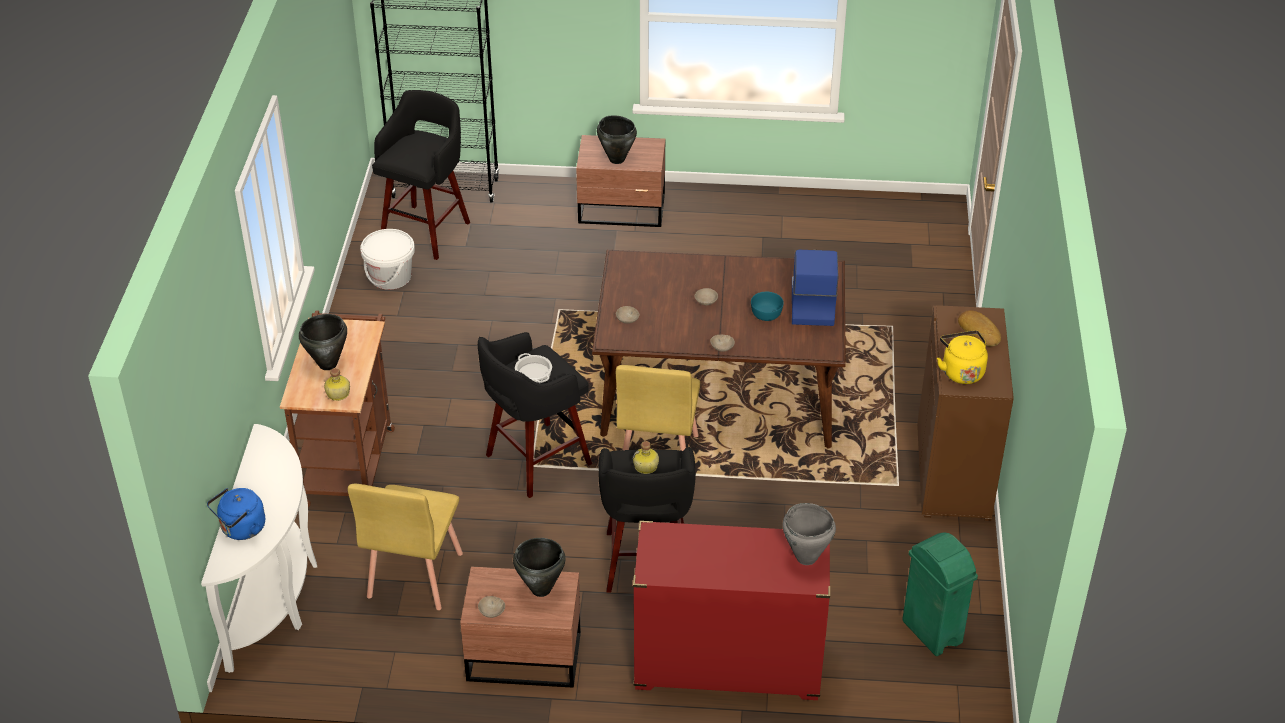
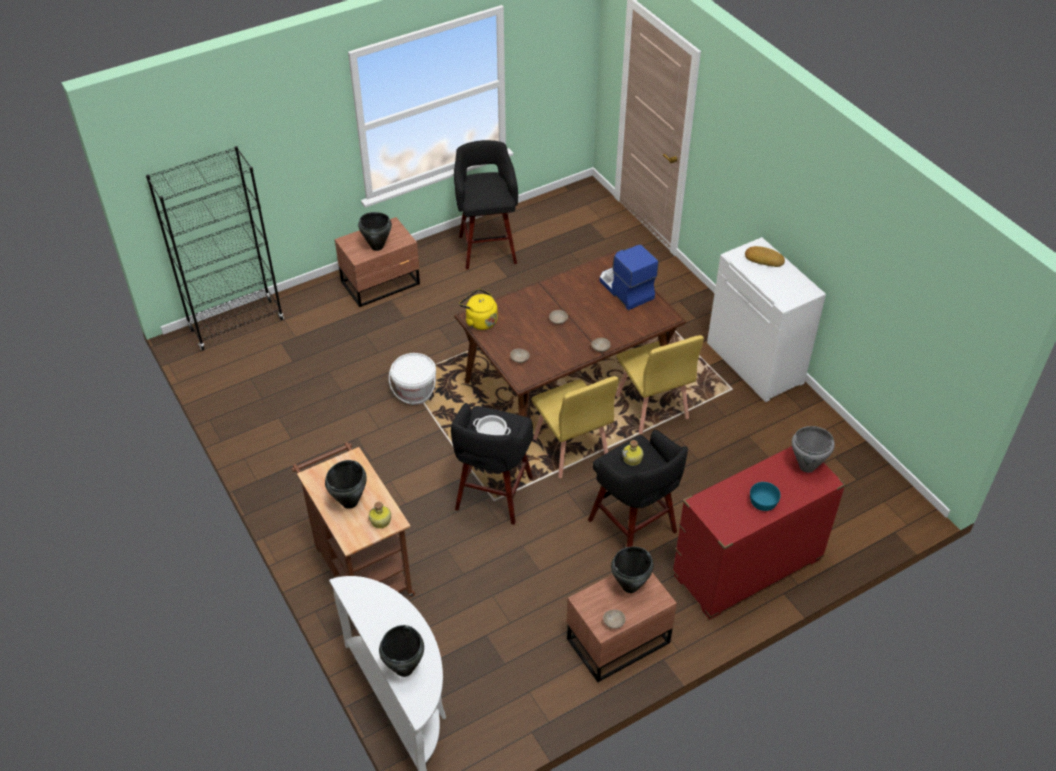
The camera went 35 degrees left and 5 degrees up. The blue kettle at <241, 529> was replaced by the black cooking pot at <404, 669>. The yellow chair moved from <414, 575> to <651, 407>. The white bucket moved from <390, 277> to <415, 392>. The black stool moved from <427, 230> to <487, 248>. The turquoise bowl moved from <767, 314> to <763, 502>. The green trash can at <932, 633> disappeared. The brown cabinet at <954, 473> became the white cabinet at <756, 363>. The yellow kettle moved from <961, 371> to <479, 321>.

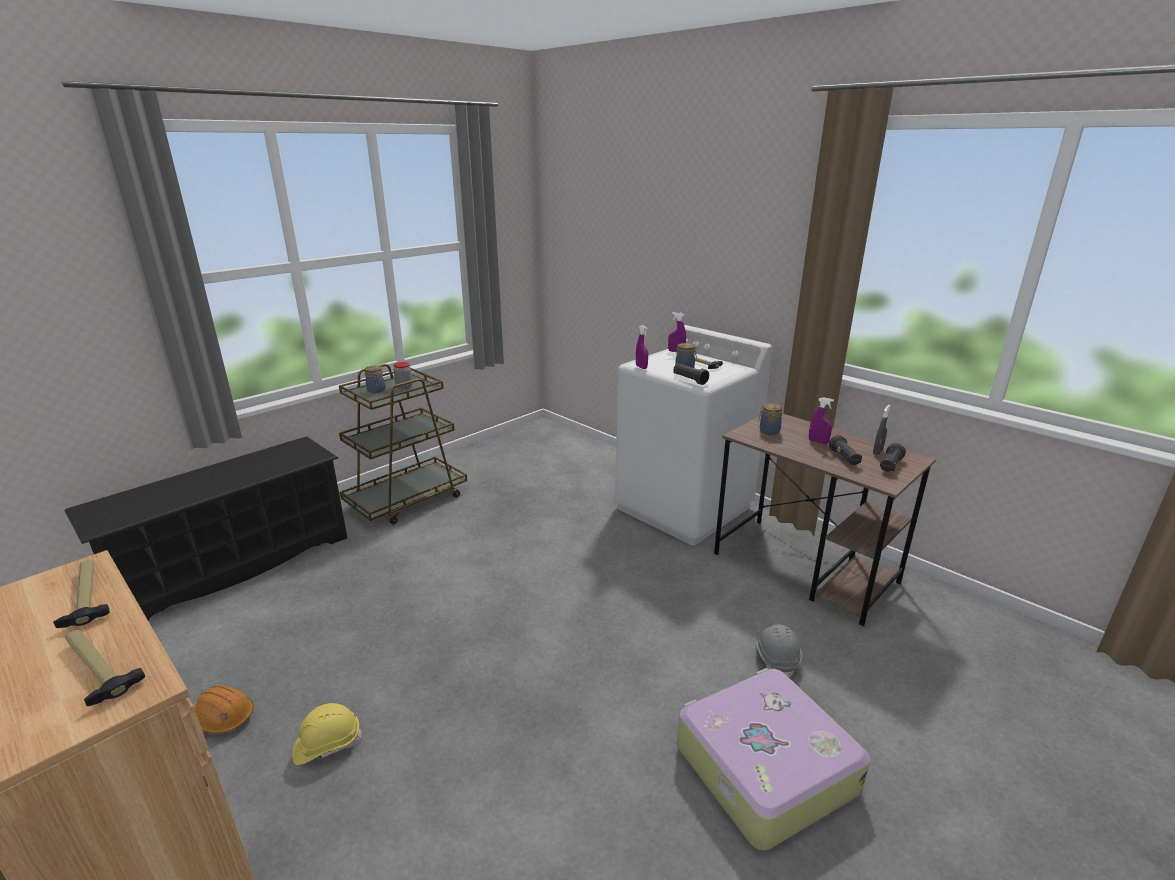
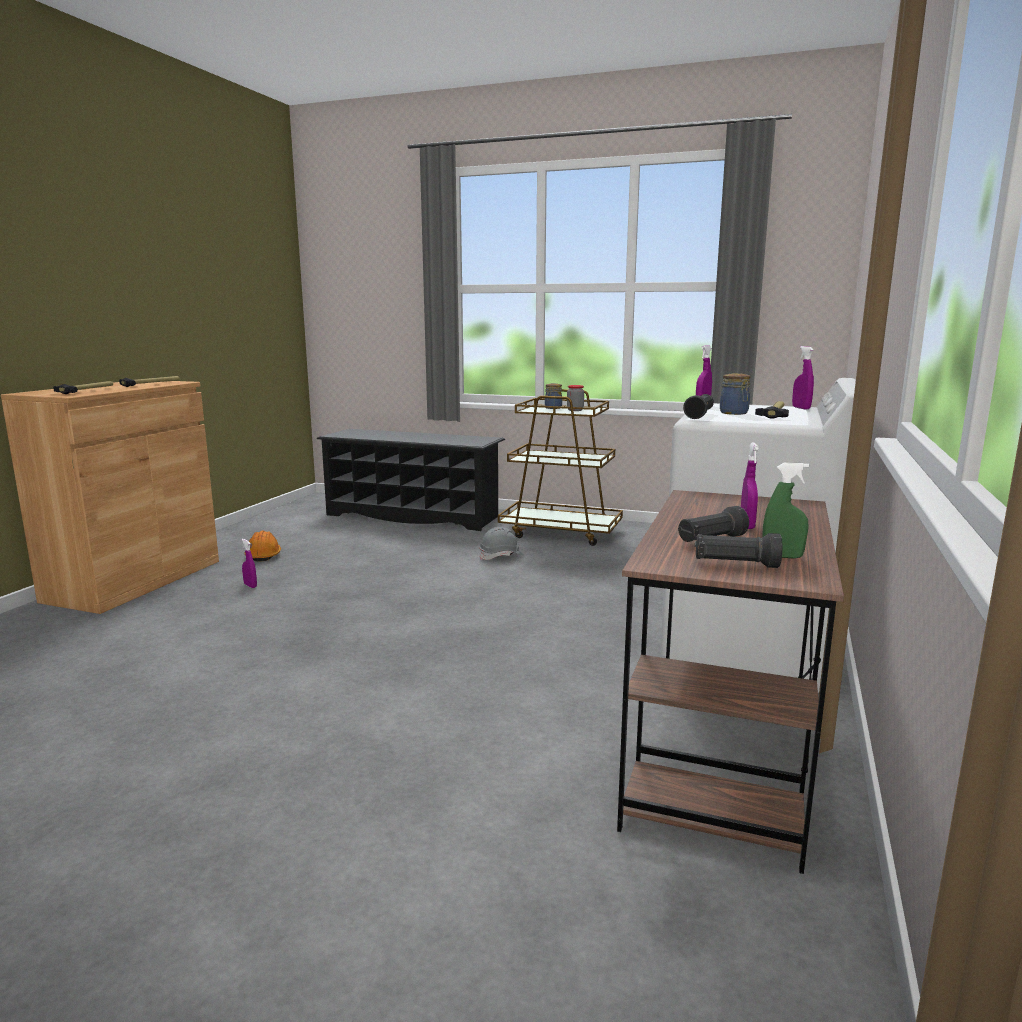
The camera went 65 degrees right and 10 degrees down. The yellow hard hat at <327, 744> was replaced by the purple spray bottle at <250, 586>. The suitcase at <762, 767> disappeared. The grey hard hat moved from <776, 658> to <501, 556>. The jar at <768, 431> disappeared. The grey spray bottle at <877, 452> became the green spray bottle at <782, 556>.

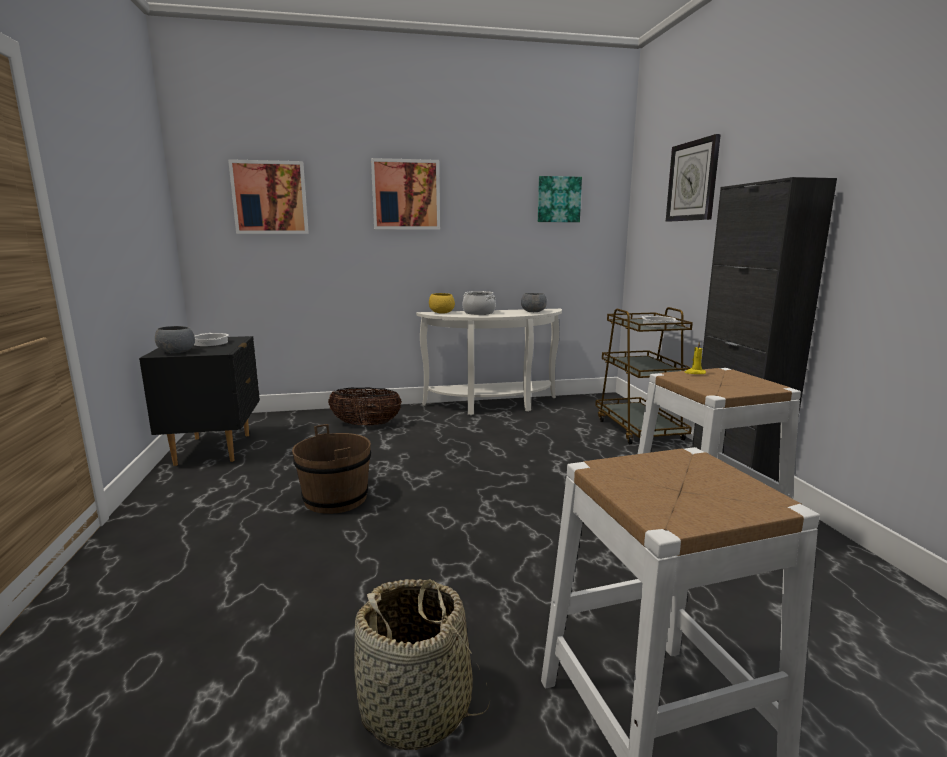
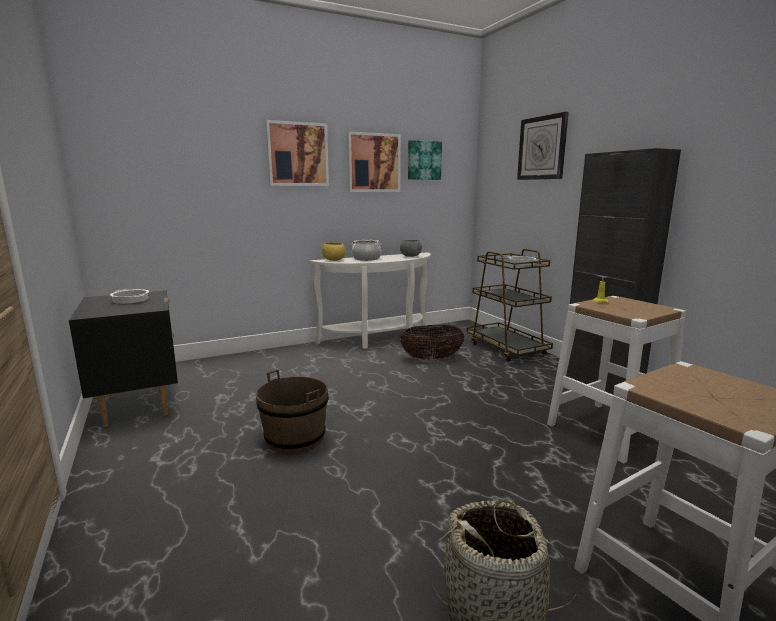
The camera went 15 degrees left and 0 degrees up. The grey bowl at <177, 352> disappeared. The picture moved from <270, 197> to <373, 163>. The basket moved from <366, 425> to <431, 358>.

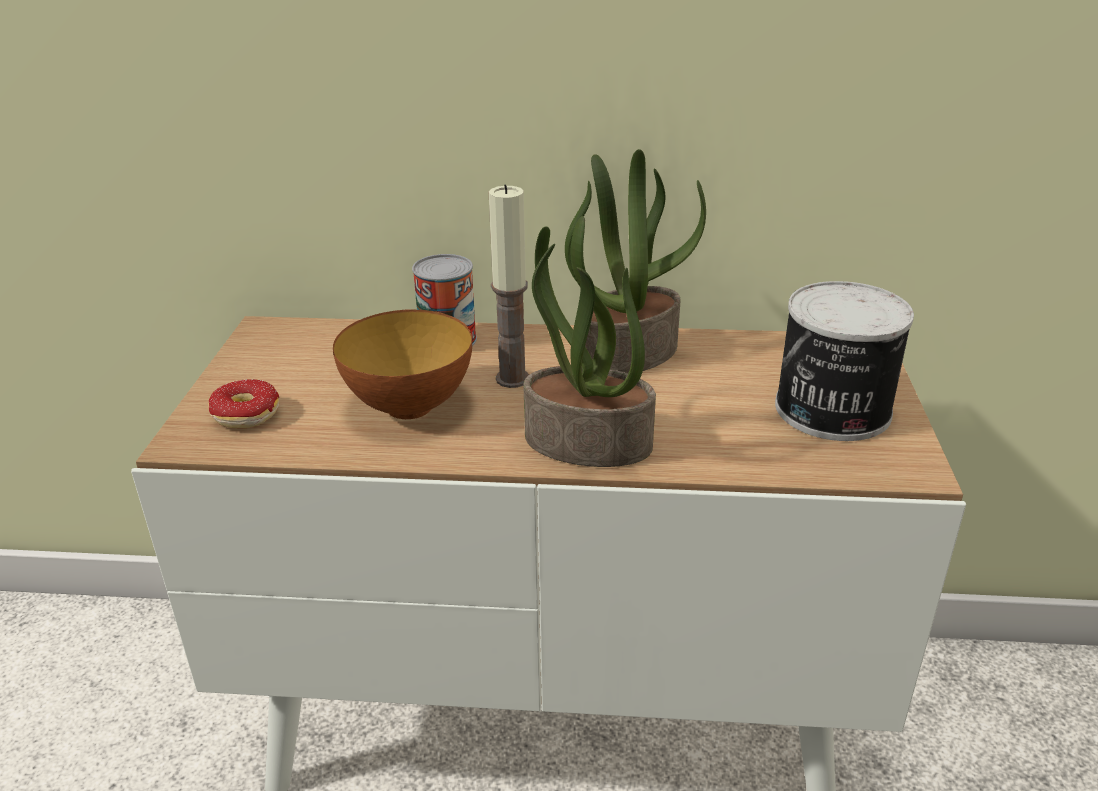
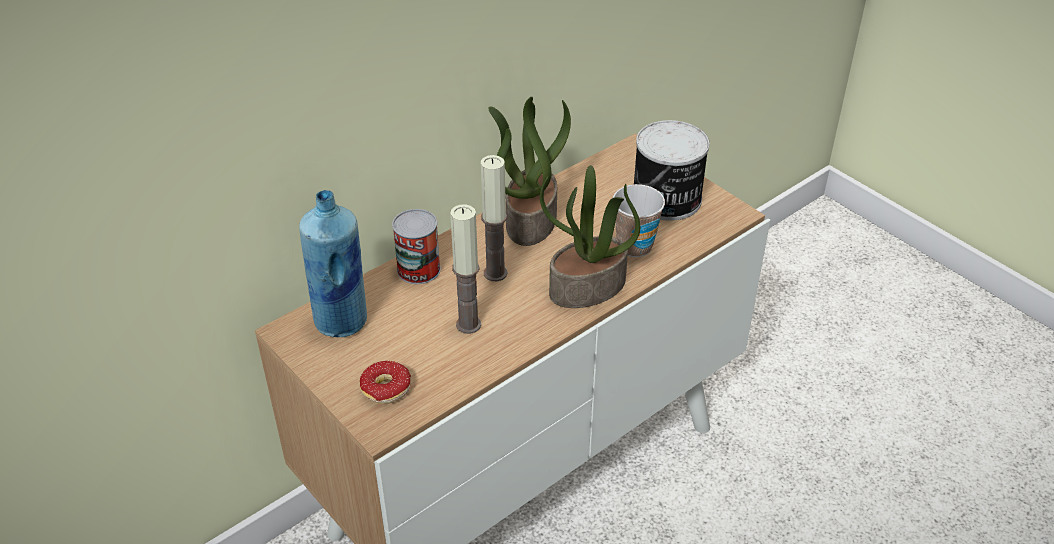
The camera went 45 degrees left and 10 degrees up. The bowl at <409, 406> was replaced by the candle at <468, 324>. The blue bottle at <342, 321> appeared. The cup at <634, 246> appeared.

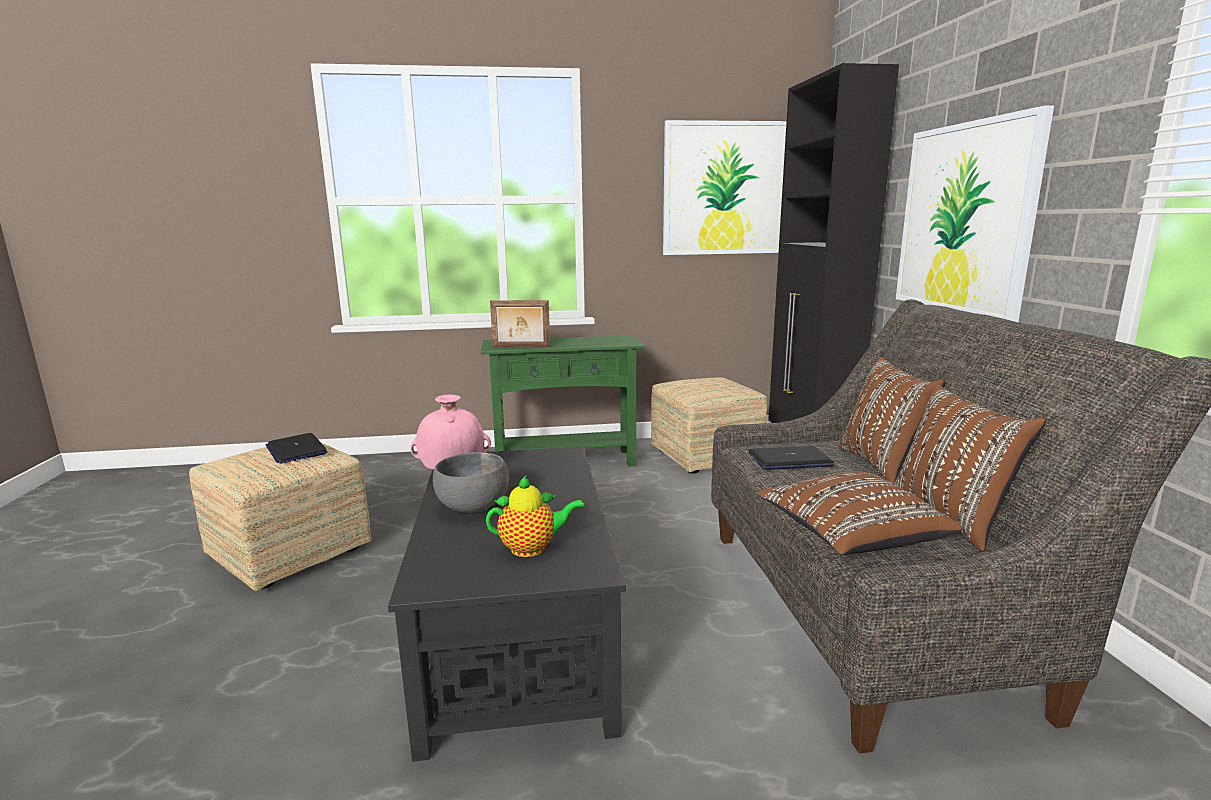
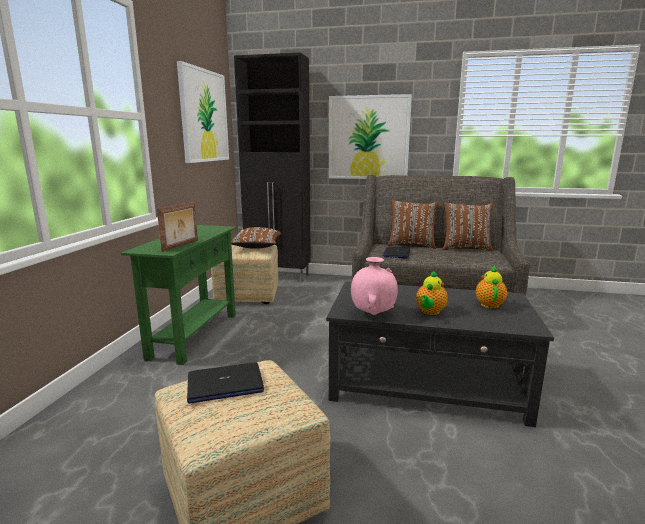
The camera went 70 degrees left and 0 degrees up. The grey bowl at <473, 505> was replaced by the teapot at <430, 312>. The brown pillow moved from <850, 536> to <256, 247>.

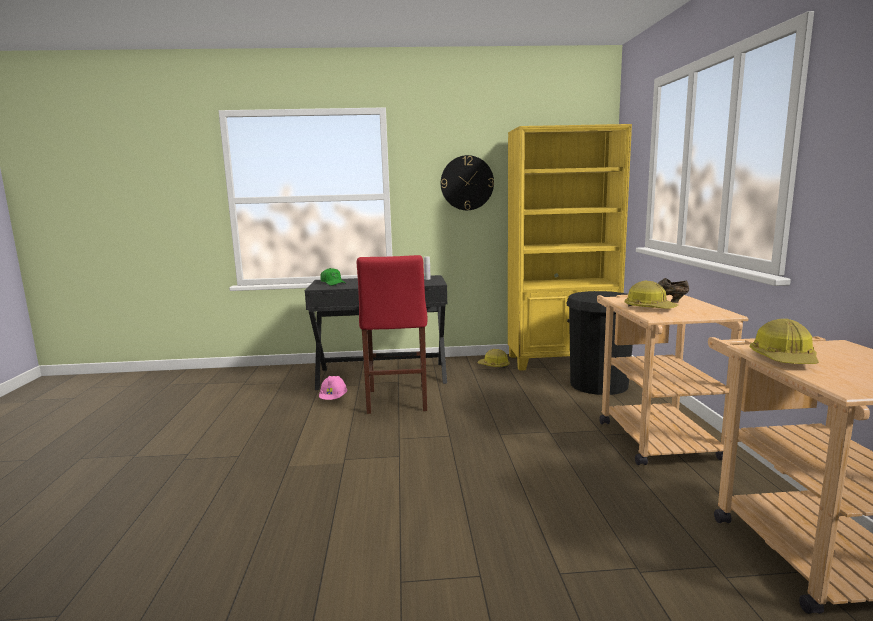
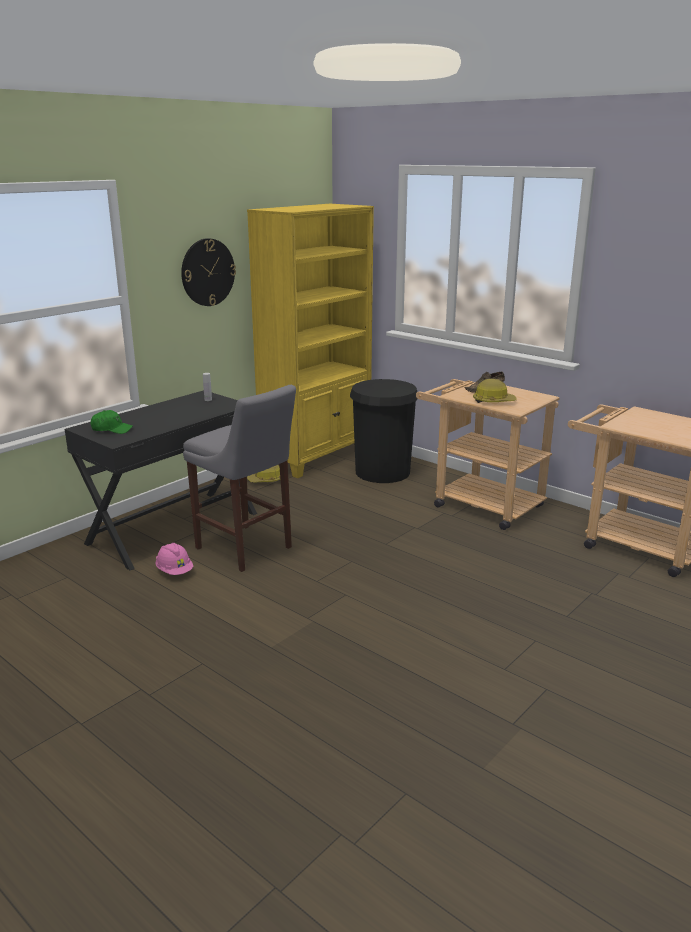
The camera went 45 degrees left and 10 degrees up. The red stool at <396, 402> became the grey stool at <246, 549>. The hard hat at <784, 359> disappeared.

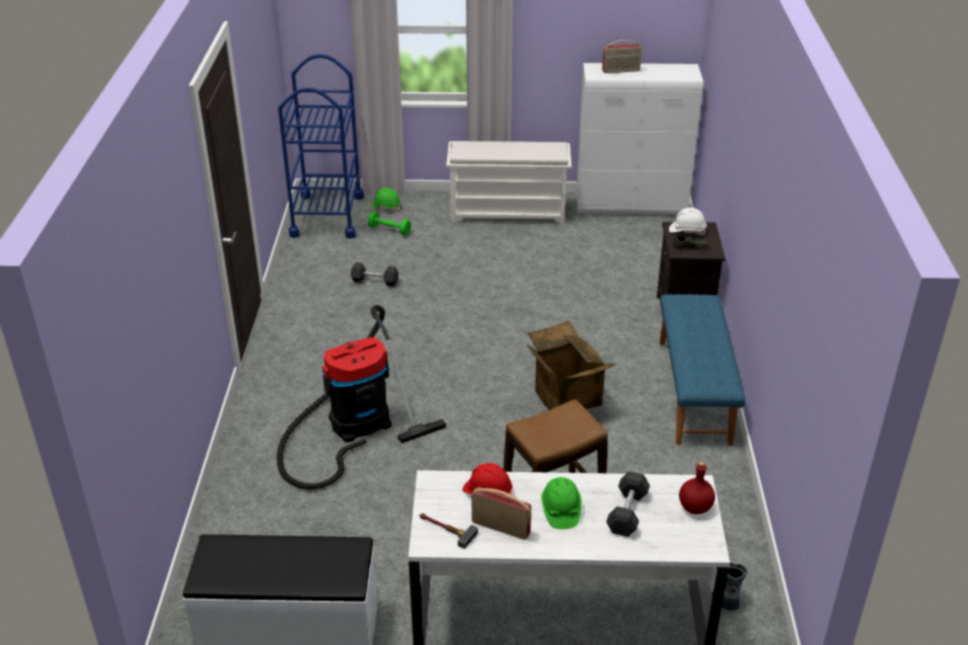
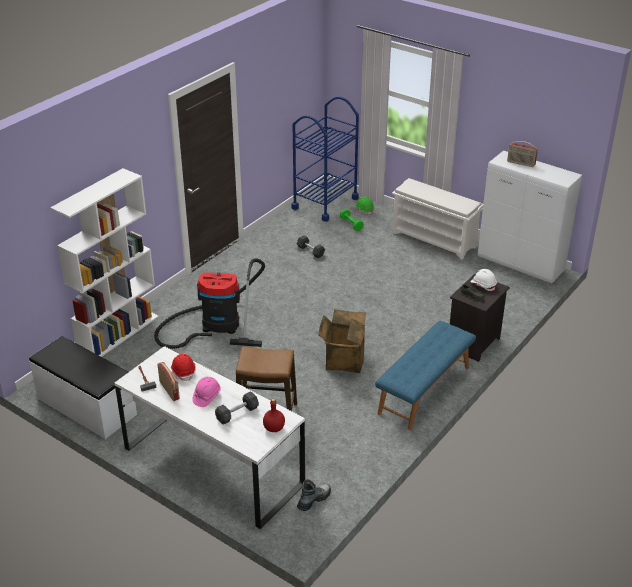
The camera went 35 degrees right and 0 degrees up. The green hard hat at <560, 510> became the pink hard hat at <206, 396>. The white bookcase at <118, 333> appeared.

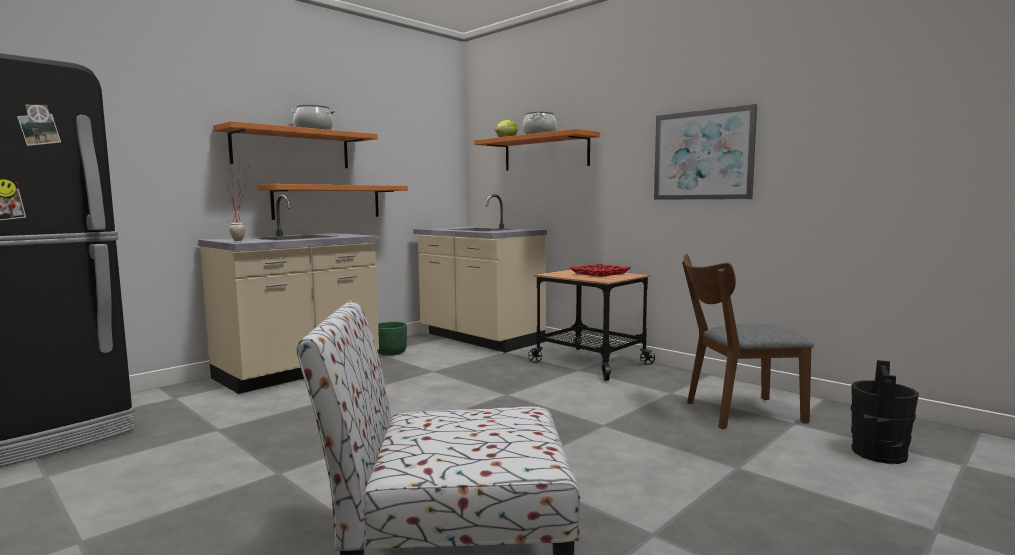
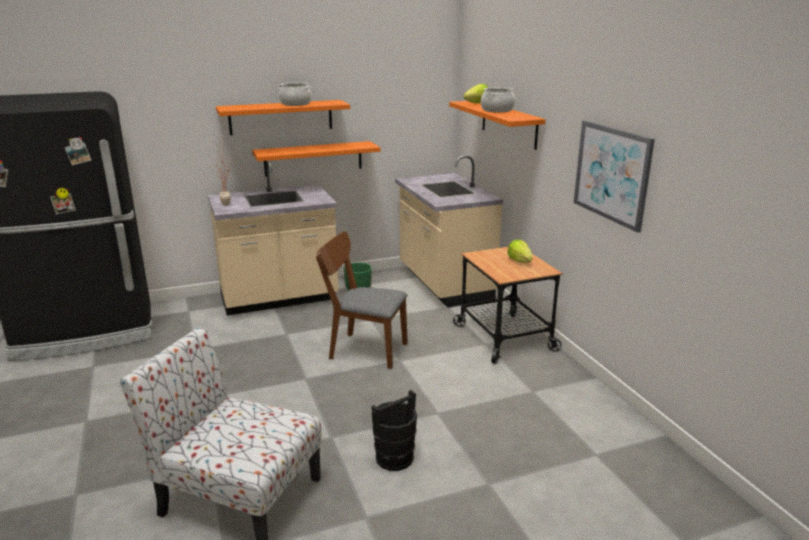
The camera went 25 degrees right and 15 degrees up. The red tray at <599, 273> was replaced by the lettuce at <520, 261>. The brown chair moved from <736, 412> to <362, 349>. The black bucket moved from <879, 453> to <395, 458>.

